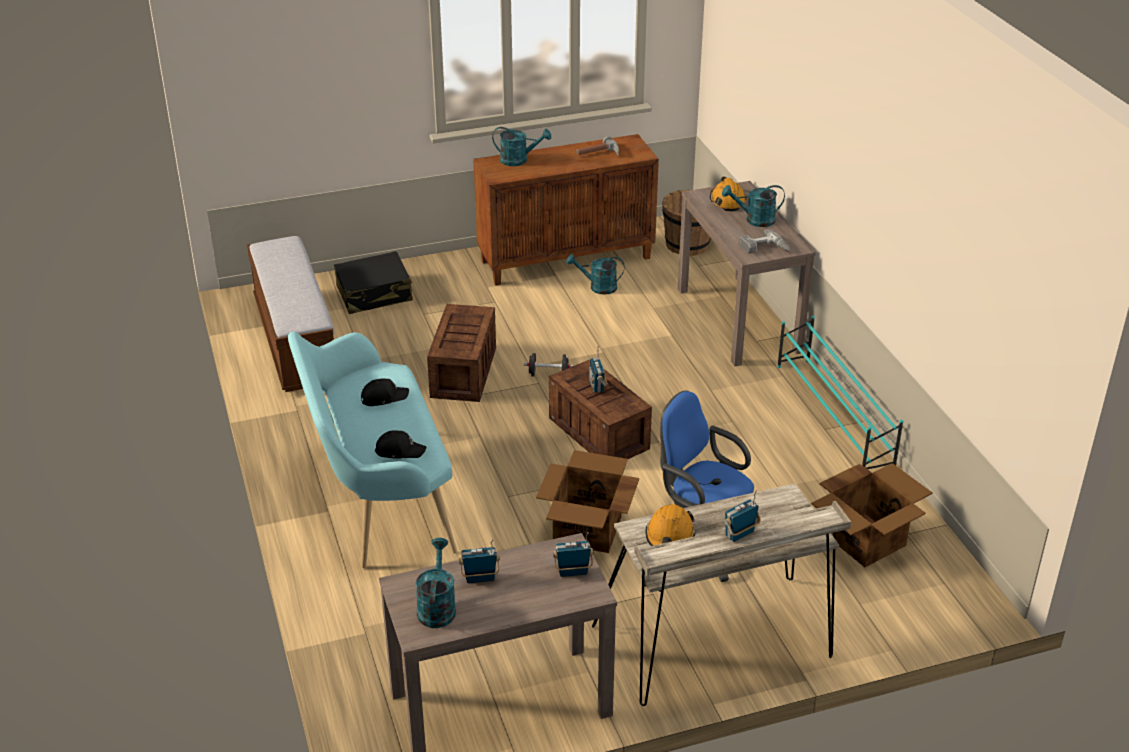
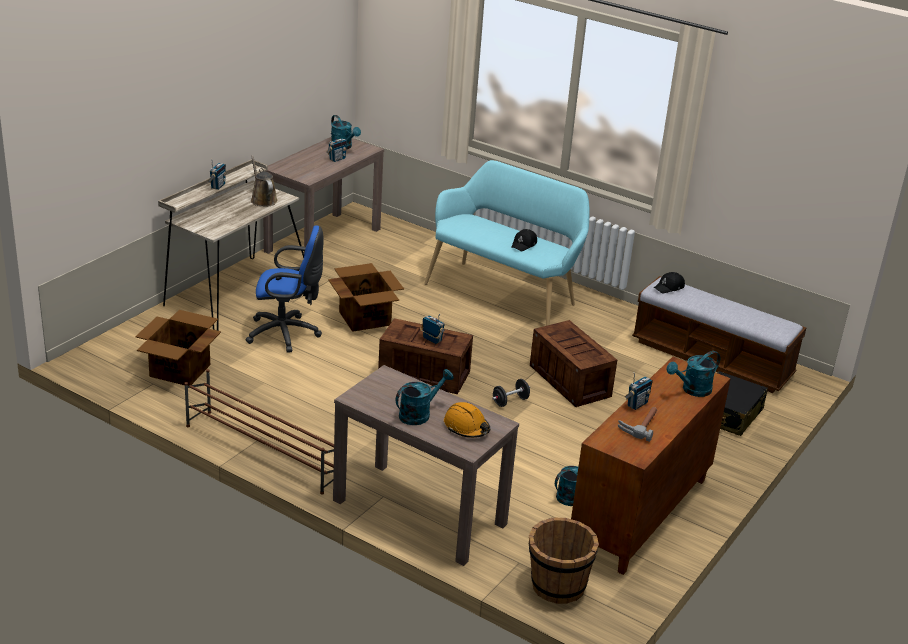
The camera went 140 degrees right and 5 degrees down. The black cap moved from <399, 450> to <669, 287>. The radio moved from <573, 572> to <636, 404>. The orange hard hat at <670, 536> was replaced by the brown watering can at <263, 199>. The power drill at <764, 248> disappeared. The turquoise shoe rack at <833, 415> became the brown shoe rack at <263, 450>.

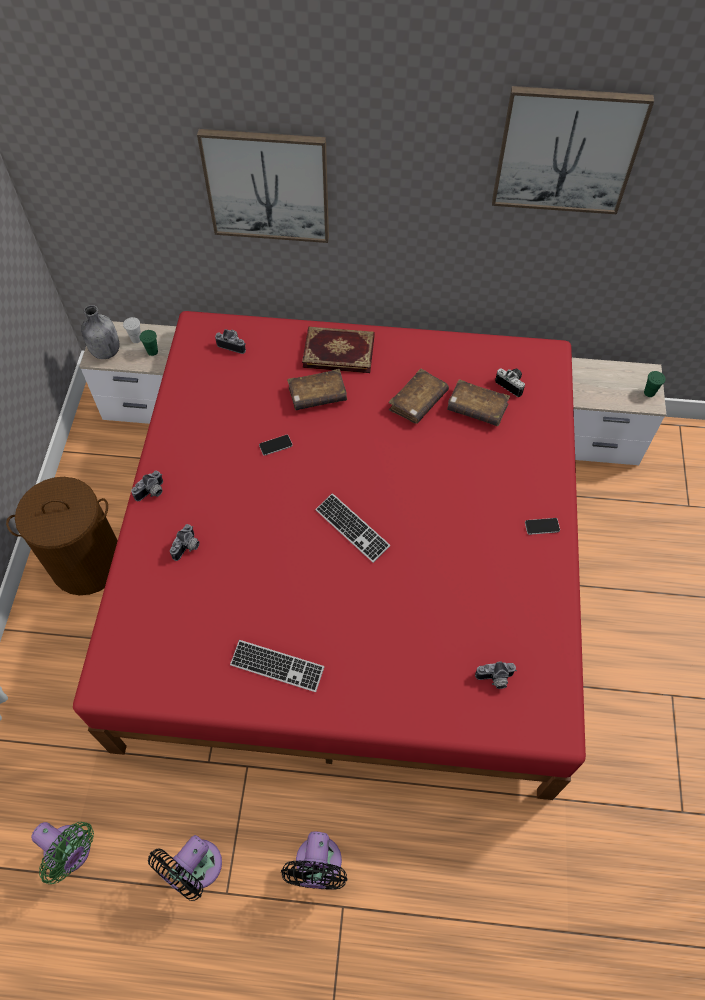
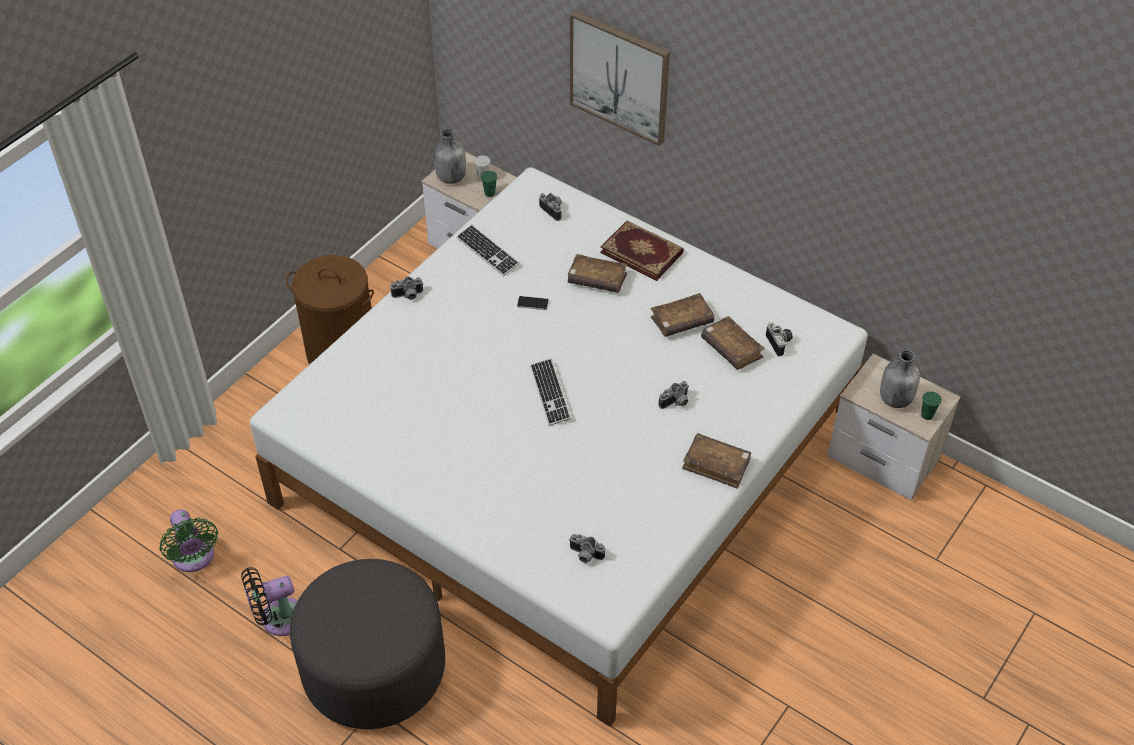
The camera went 30 degrees right and 10 degrees down. The red bed at <353, 564> became the white bed at <567, 458>. The photo camera moved from <188, 548> to <676, 403>. The keyboard moved from <277, 666> to <487, 252>. The black fan at <318, 866> was replaced by the grey ottoman at <374, 669>. The picture at <567, 150> disappeared. The phone at <542, 526> was replaced by the brown book at <716, 465>. The grey bottle at <895, 399> appeared.

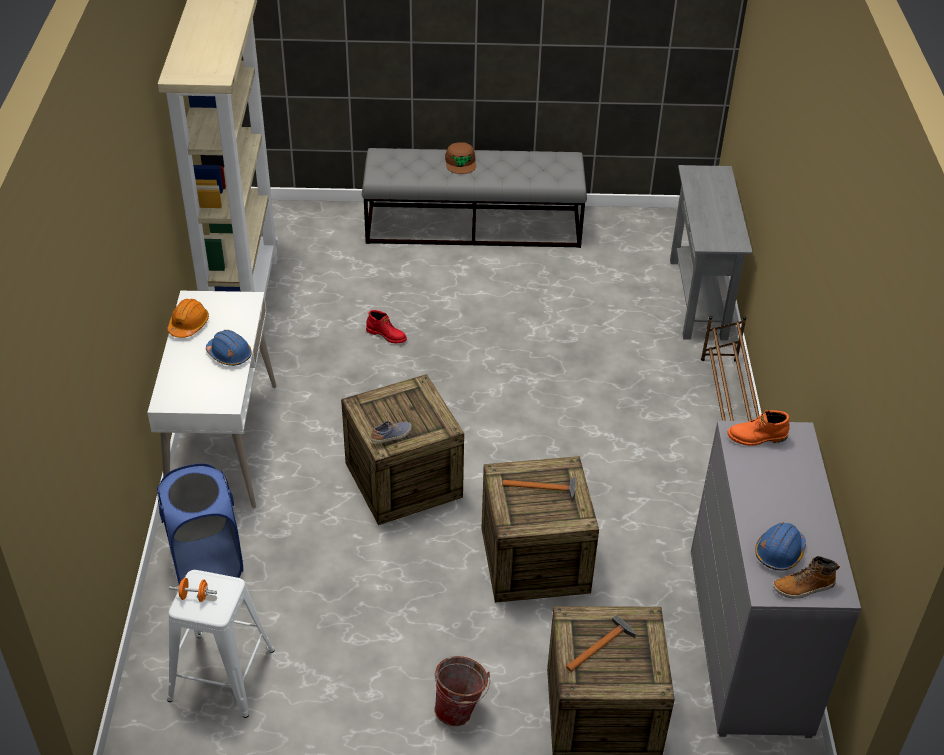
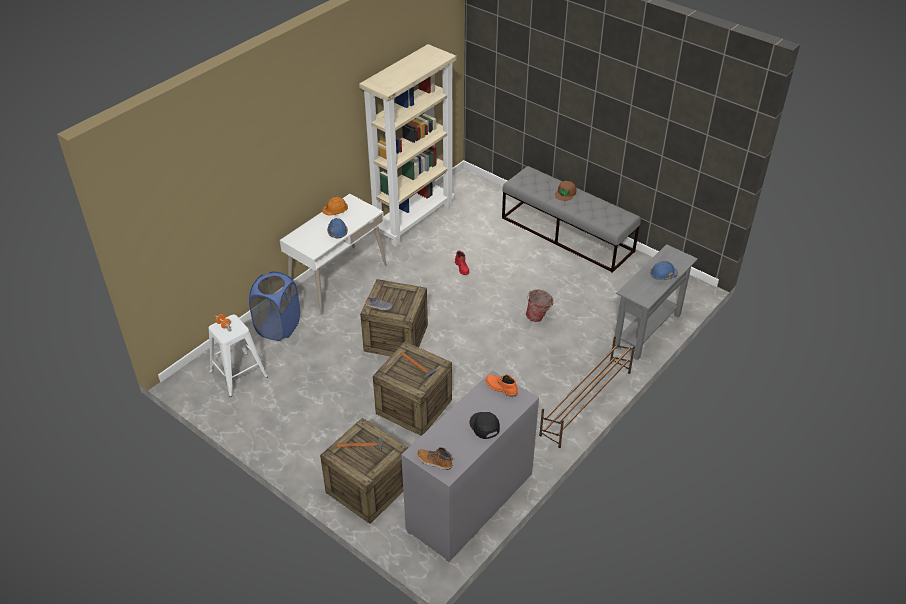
The camera went 40 degrees right and 0 degrees up. The bucket moved from <461, 709> to <538, 317>. The blue hard hat moved from <779, 552> to <663, 275>. The black cap at <484, 426> appeared.

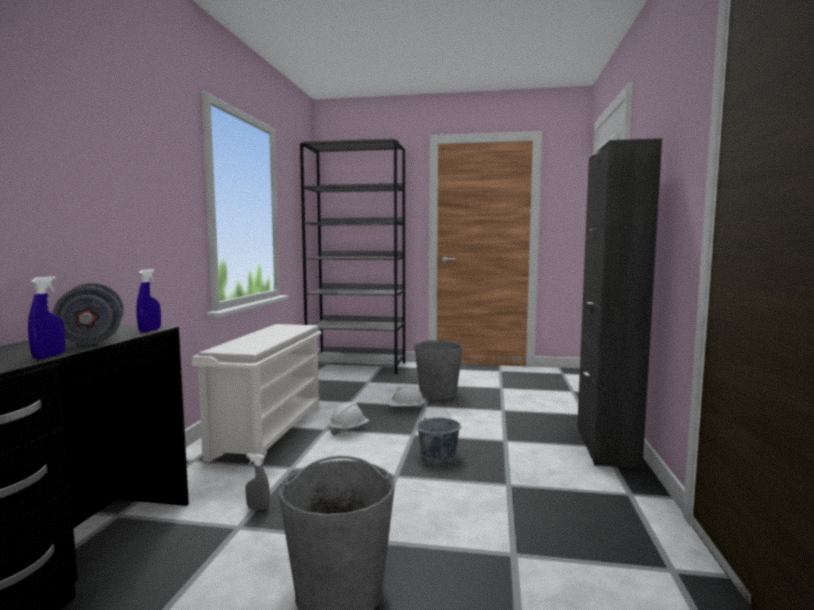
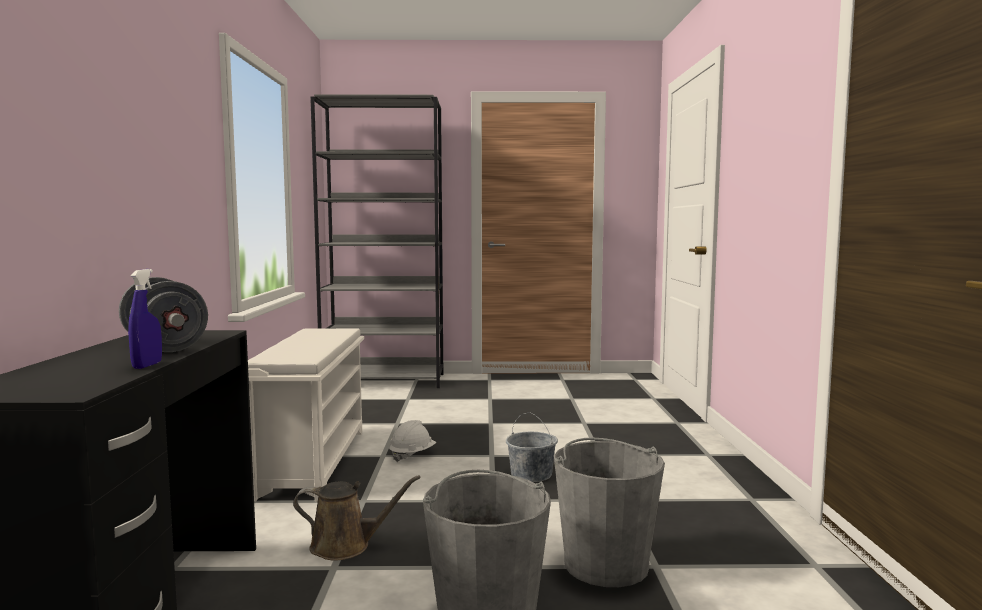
The camera went 10 degrees left and 0 degrees up. The blue spray bottle at <150, 330> disappeared. The grey spray bottle at <258, 508> was replaced by the brown watering can at <346, 546>. The white hard hat at <406, 409> disappeared. The grey bucket moved from <438, 393> to <605, 564>. The black cabinet at <606, 446> disappeared.

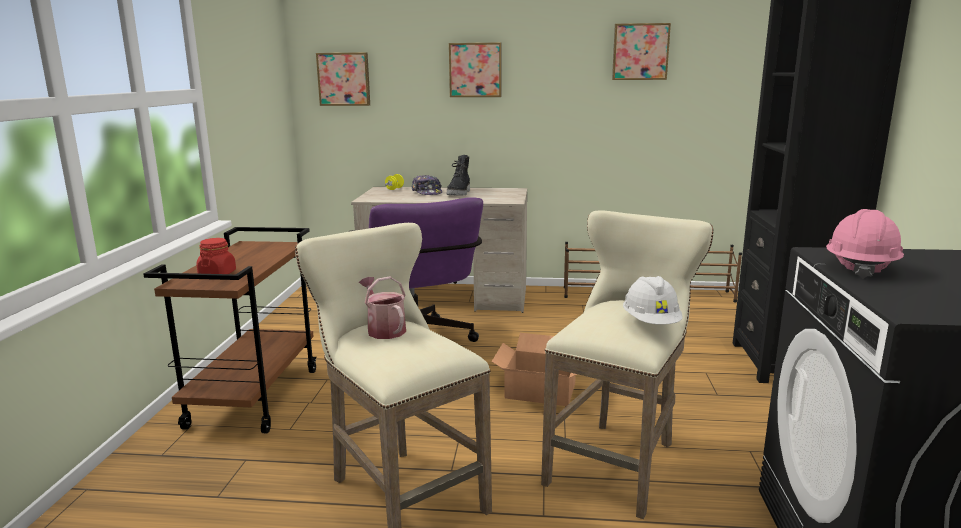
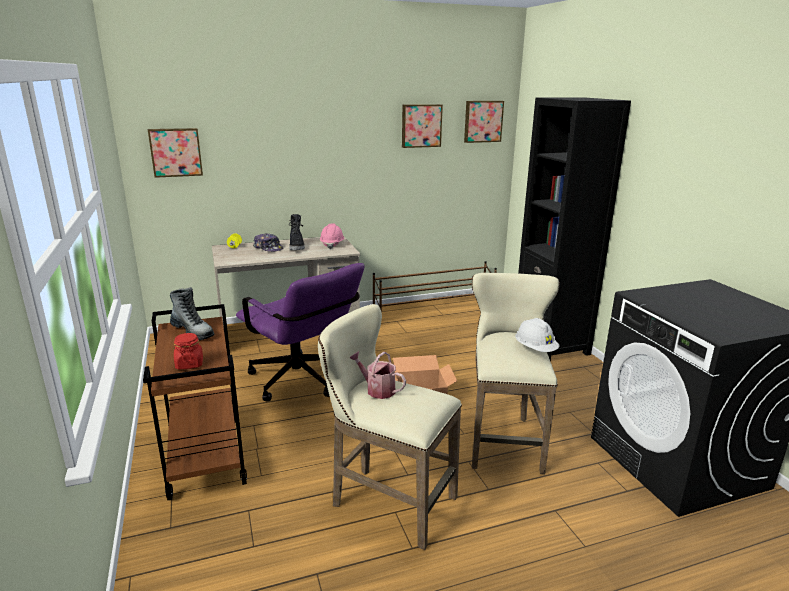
The camera went 25 degrees left and 5 degrees up. The picture moved from <475, 70> to <482, 121>. The pink hard hat moved from <860, 268> to <332, 245>. The boot at <193, 331> appeared.

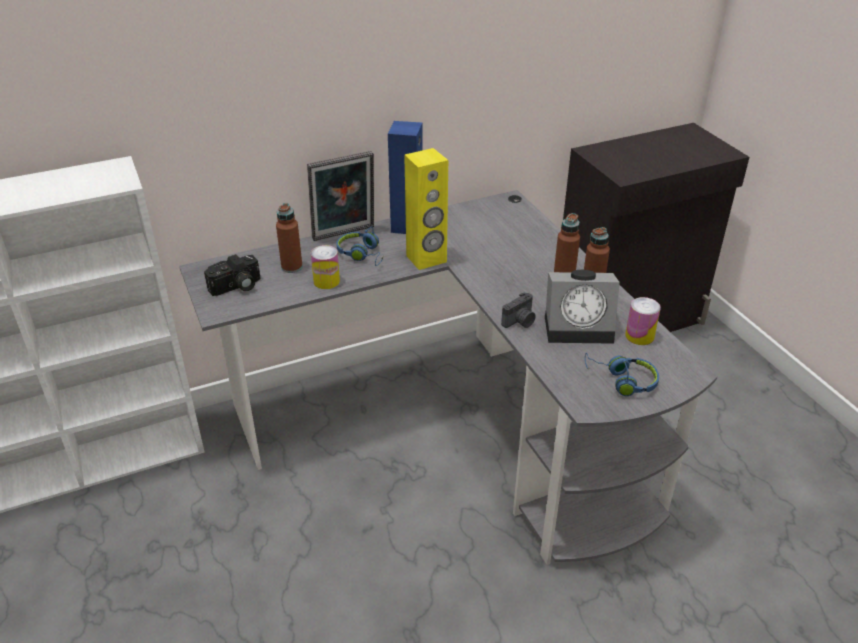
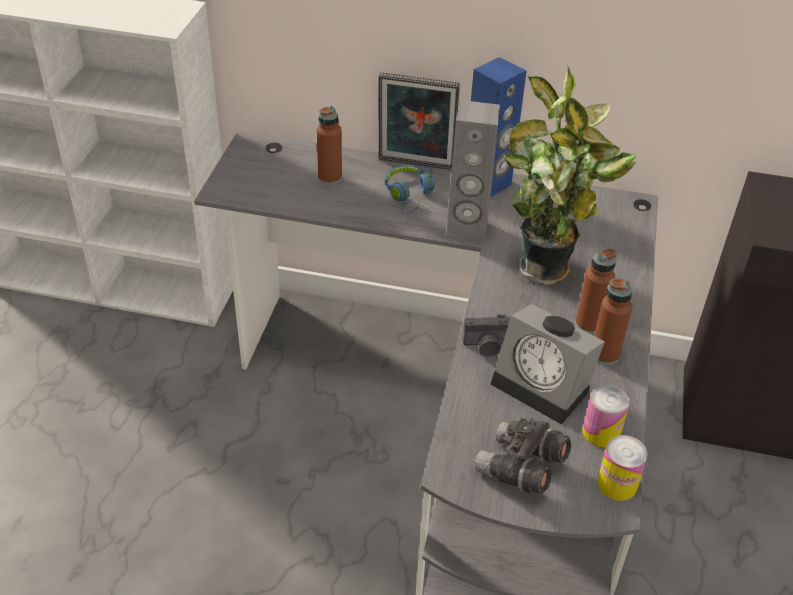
The camera went 35 degrees right and 5 degrees up. The photo camera at <236, 287> disappeared. The can moved from <326, 281> to <617, 484>. The yellow speaker at <426, 259> became the grey speaker at <467, 230>. The blue headphones at <621, 380> was replaced by the grey binoculars at <520, 469>. The potted plant at <548, 273> appeared.

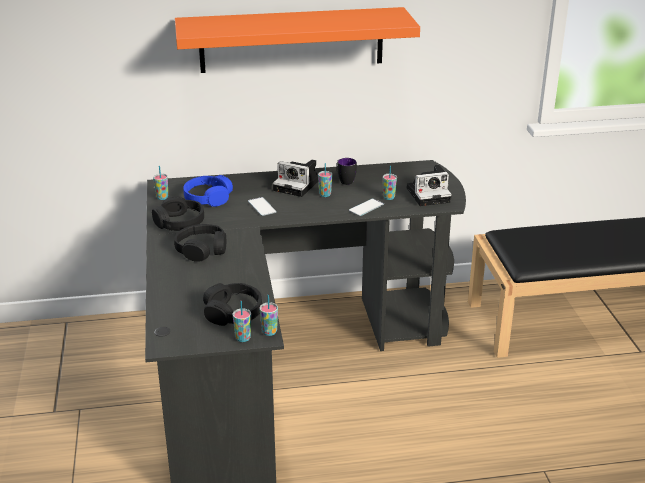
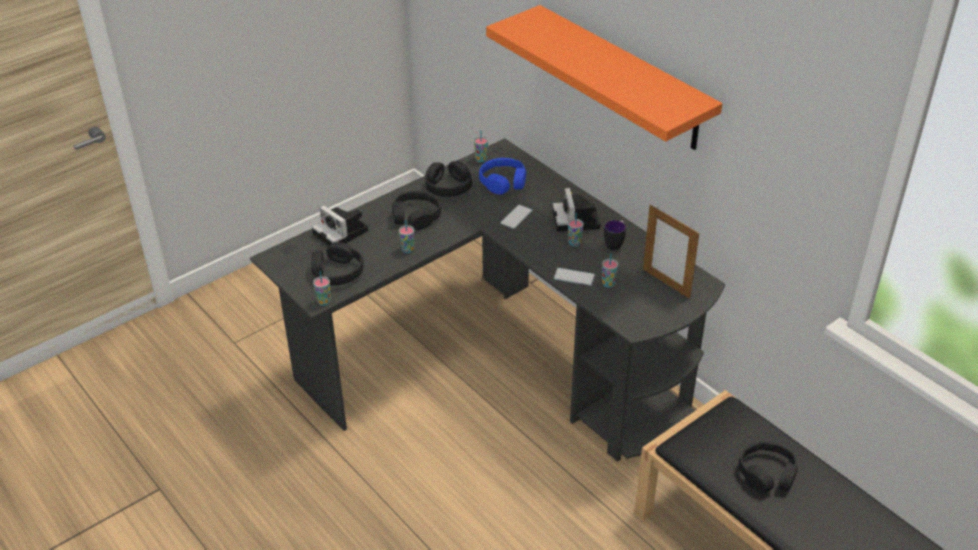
The camera went 60 degrees right and 10 degrees up. The cup moved from <243, 338> to <407, 250>. The photo camera moved from <429, 194> to <342, 233>. The picture frame at <666, 283> appeared. The black headphones at <767, 473> appeared.

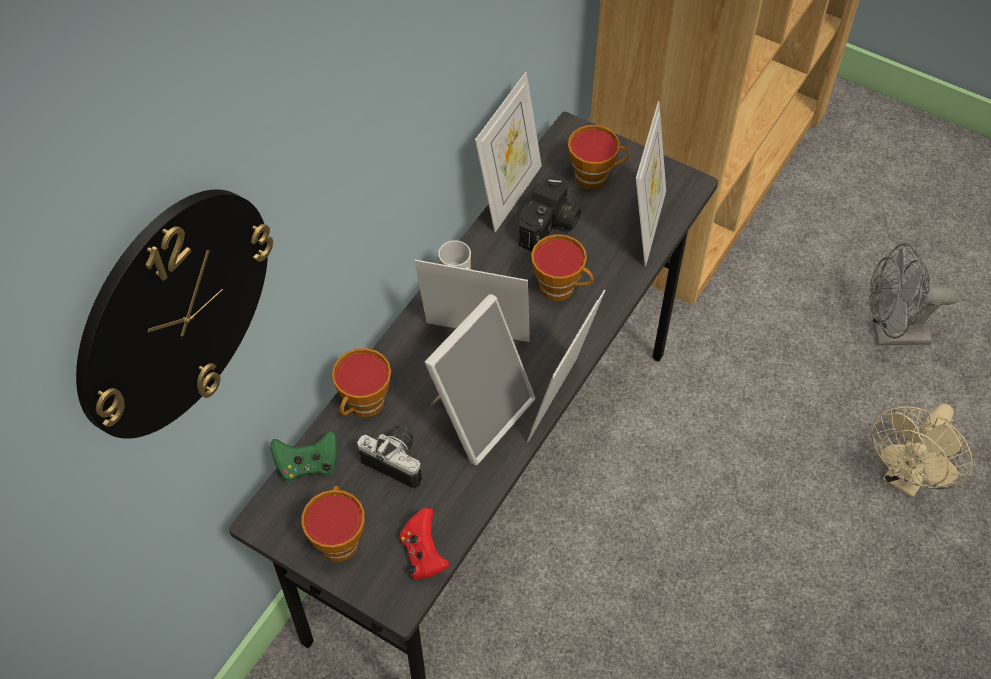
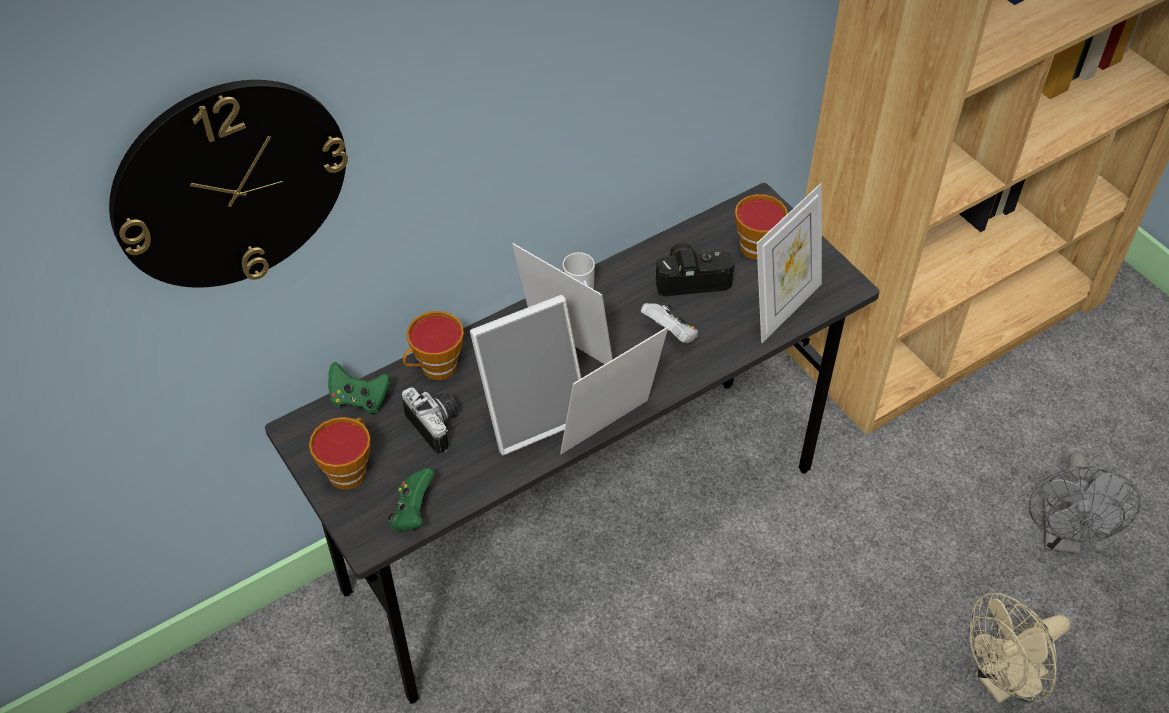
The camera went 25 degrees right and 5 degrees down. The red game controller at <423, 555> became the green game controller at <413, 512>. The picture frame at <509, 194> disappeared. The photo camera at <550, 226> turned 150 degrees counterclockwise. The cup at <561, 288> was replaced by the white game controller at <670, 334>. The grey fan at <891, 334> turned 105 degrees counterclockwise.

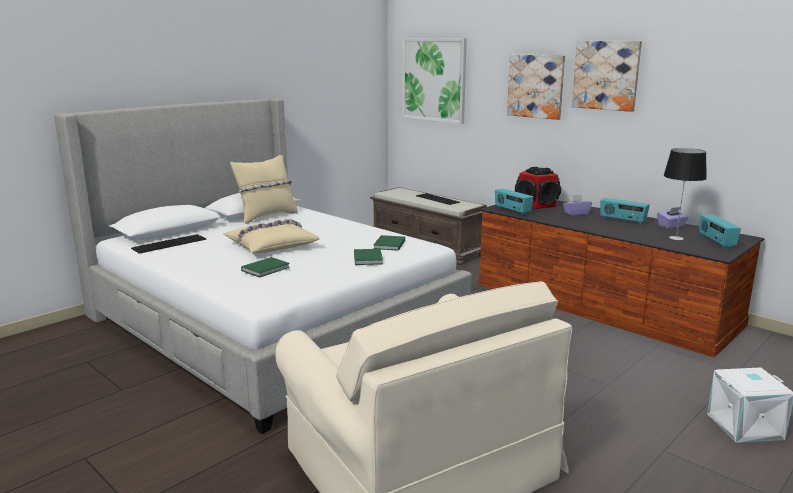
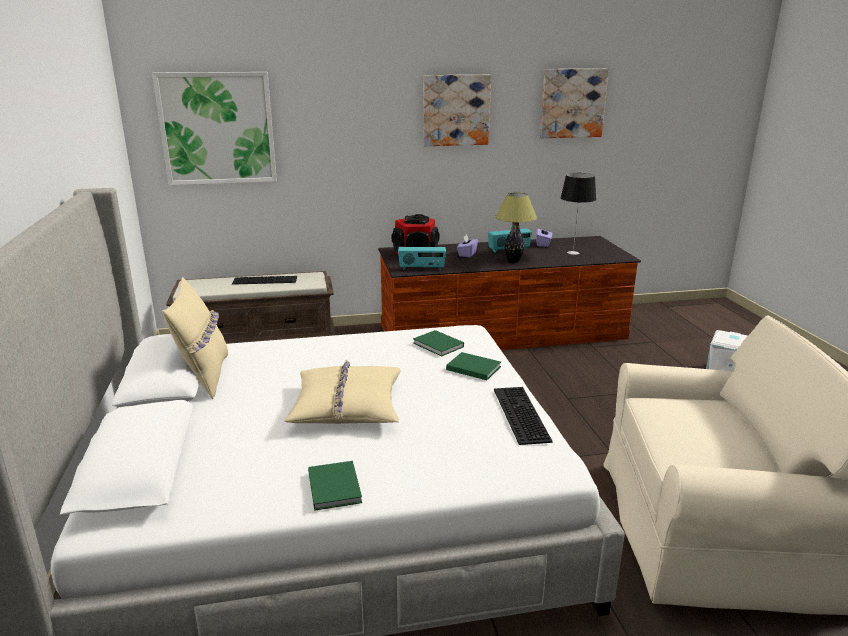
The camera went 55 degrees left and 5 degrees up. The keyboard moved from <169, 243> to <518, 413>. The green book moved from <267, 269> to <335, 486>. The picture moved from <536, 86> to <572, 103>. The radio at <716, 242> disappeared. The table lamp at <513, 261> appeared.

